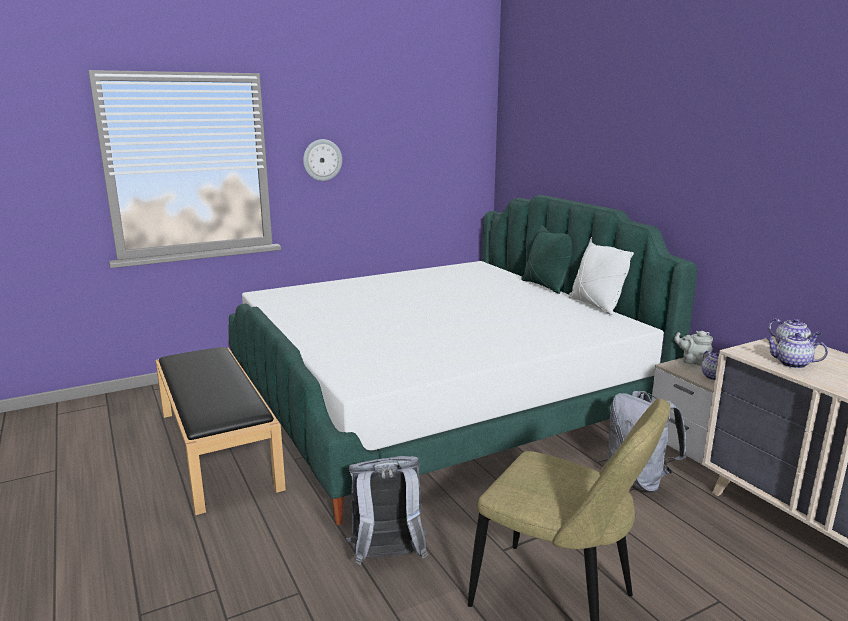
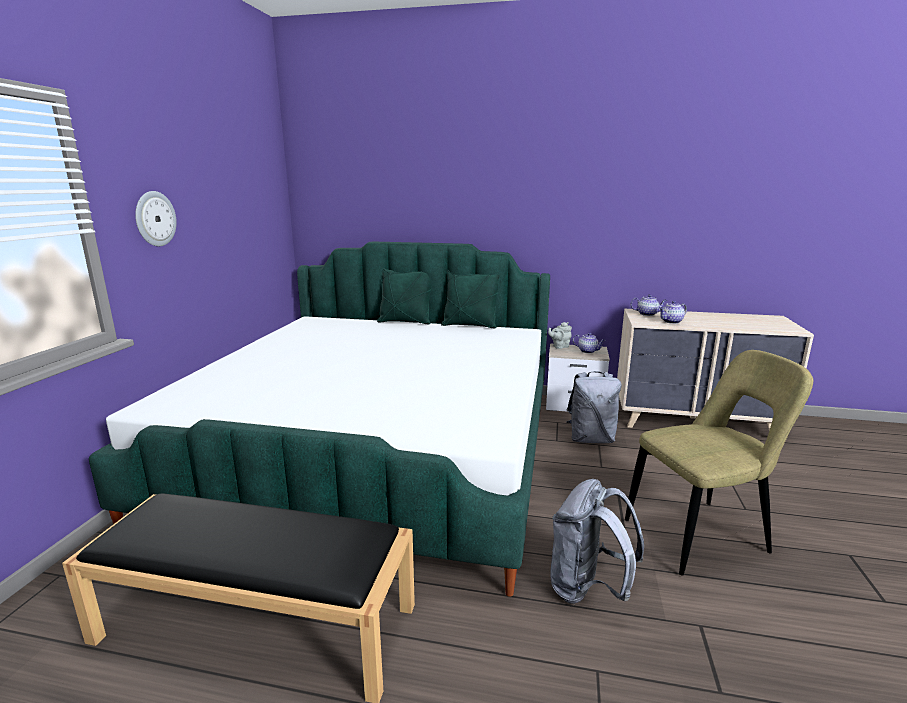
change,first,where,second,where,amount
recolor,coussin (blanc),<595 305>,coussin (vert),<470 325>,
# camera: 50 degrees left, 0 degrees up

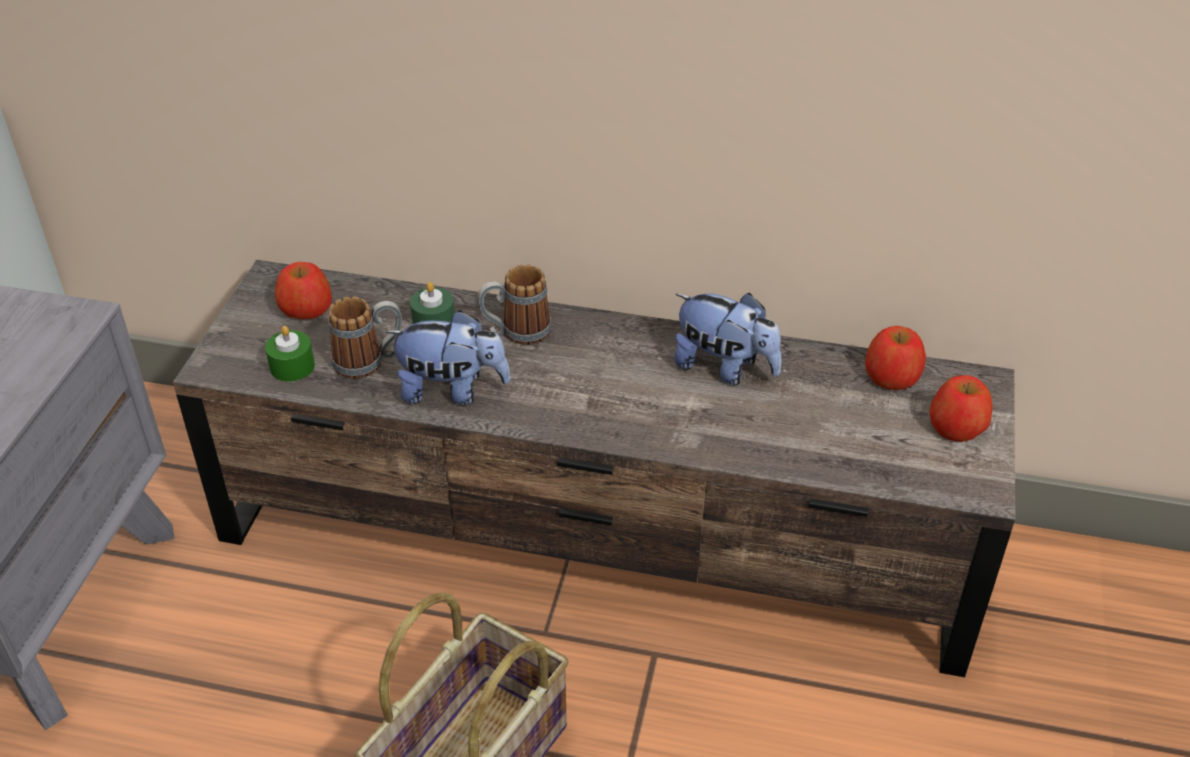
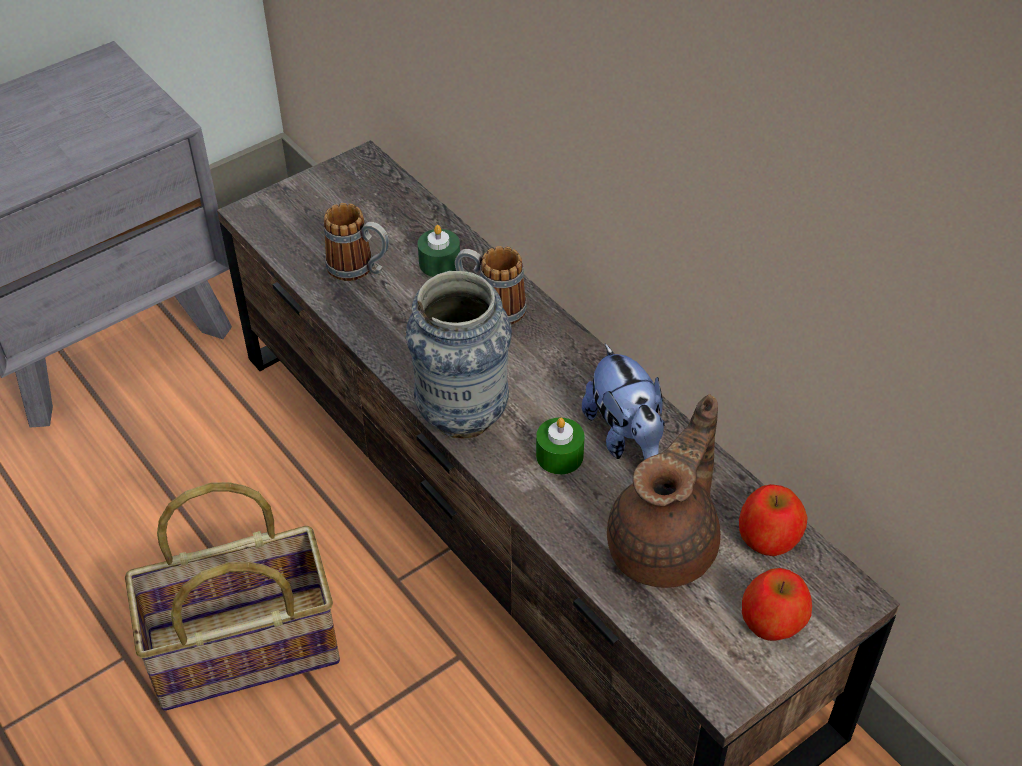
change,first,where,second,where,amount
insert,,,vase,<462 417>,
move,bougie (vert),<292 366>,,<559 456>,
insert,,,théière (marron),<666 546>,
delete,pomme,<306 309>,,,
delete,peluche,<452 390>,,,
# camera: 40 degrees right, 5 degrees up

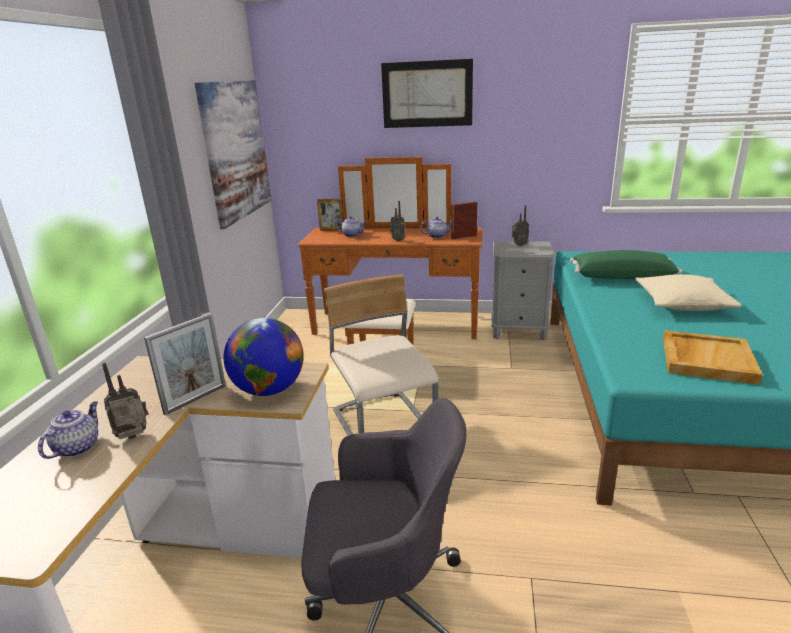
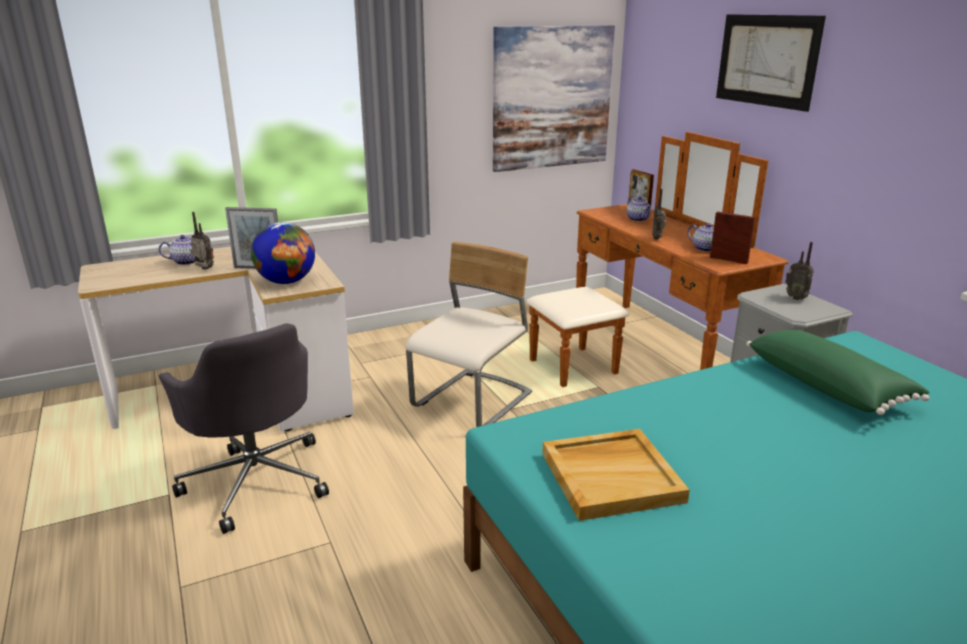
change,first,where,second,where,amount
delete,coussin (beige),<682 304>,,,
# camera: 55 degrees right, 0 degrees up

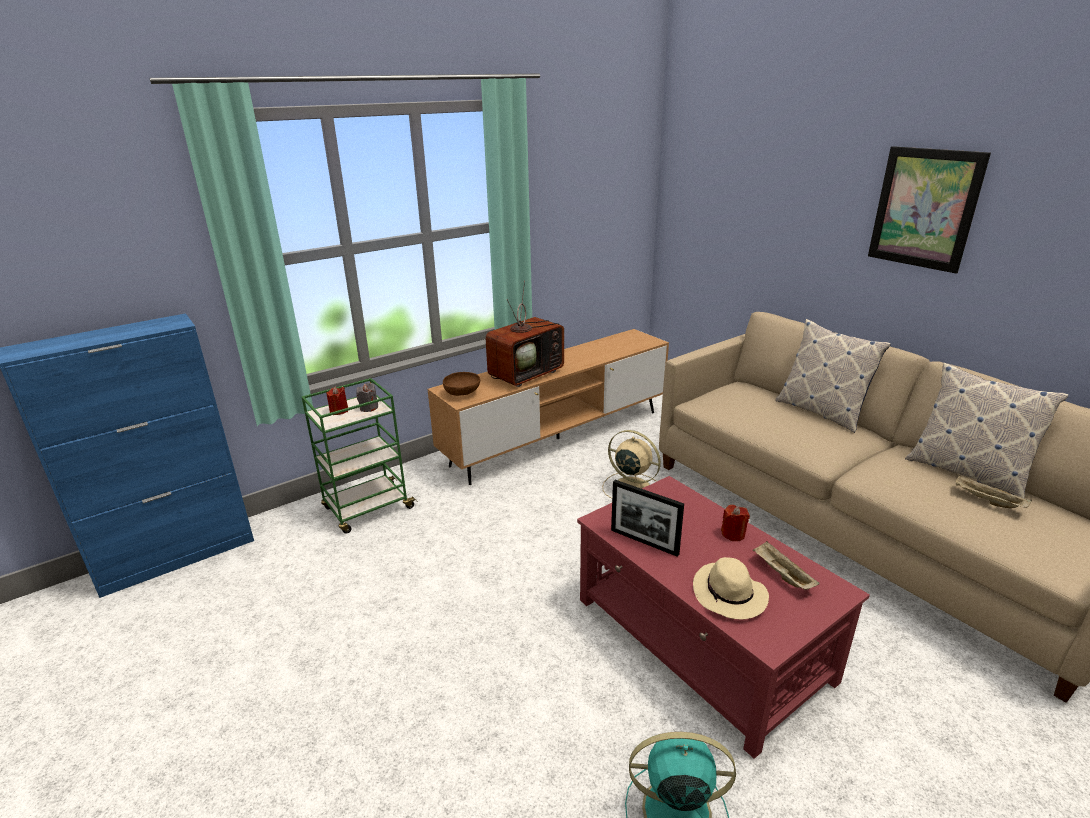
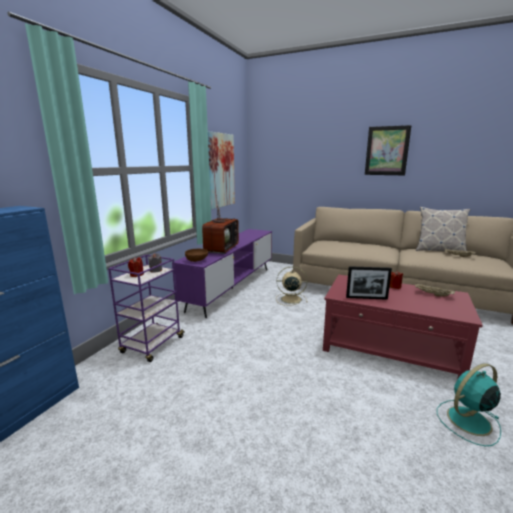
change,first,where,second,where,amount
recolor,chariot (vert),<367 509>,chariot (violet),<152 345>,
recolor,meuble télé (marron),<558 438>,meuble télé (violet),<232 288>,
insert,,,tableau,<220 170>,
delete,chapeau (beige),<729 595>,,,
delete,coussin,<821 412>,,,
# camera: 30 degrees left, 10 degrees down

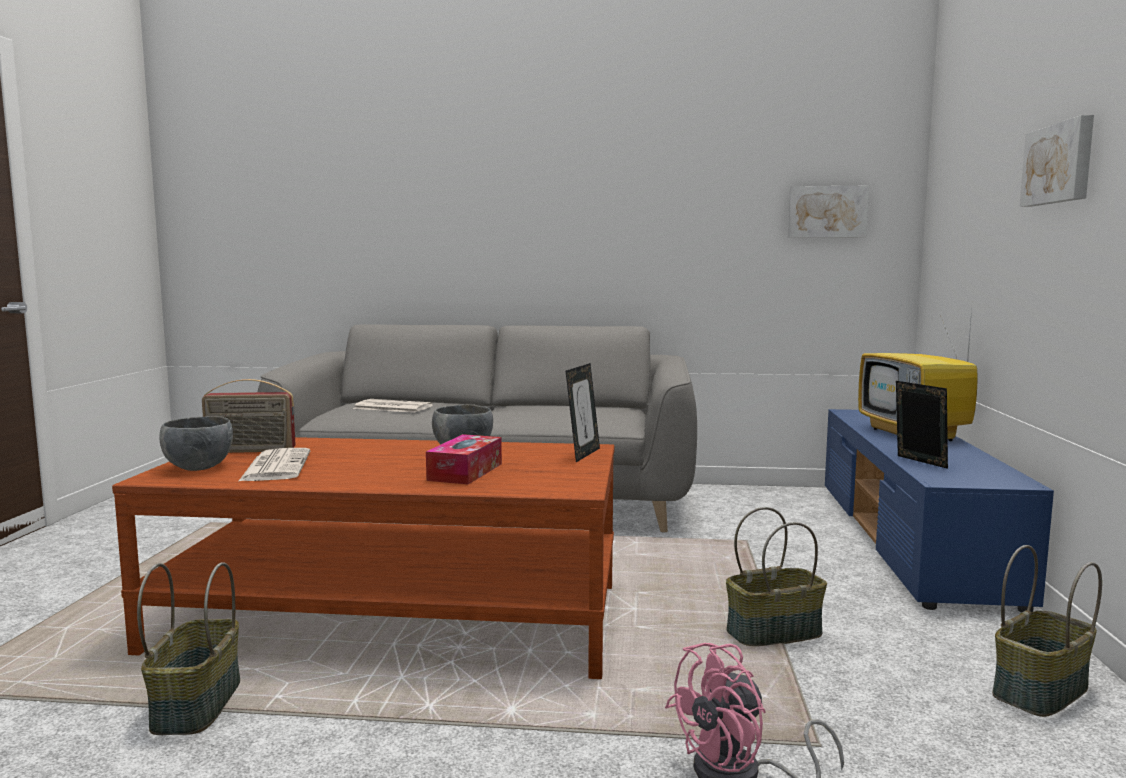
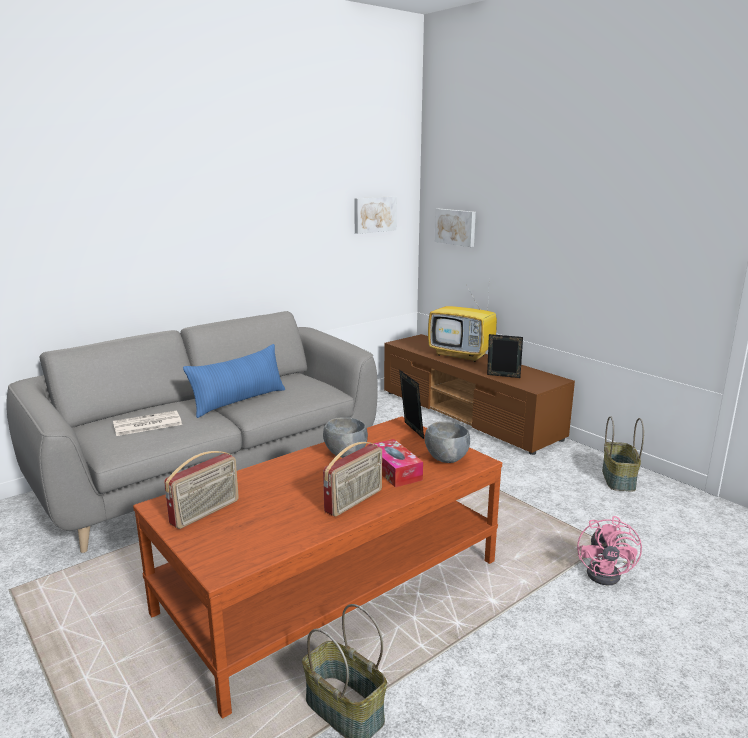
change,first,where,second,where,amount
insert,,,coussin (bleu),<239 401>,
insert,,,radio,<354 501>,
recolor,meuble télé (bleu),<911 541>,meuble télé (marron),<469 415>,
move,bol (gris),<198 467>,,<446 459>,
move,tableau,<1059 164>,,<456 227>,
delete,journal,<275 466>,,,
delete,panier,<774 632>,,,
# camera: 45 degrees left, 10 degrees up

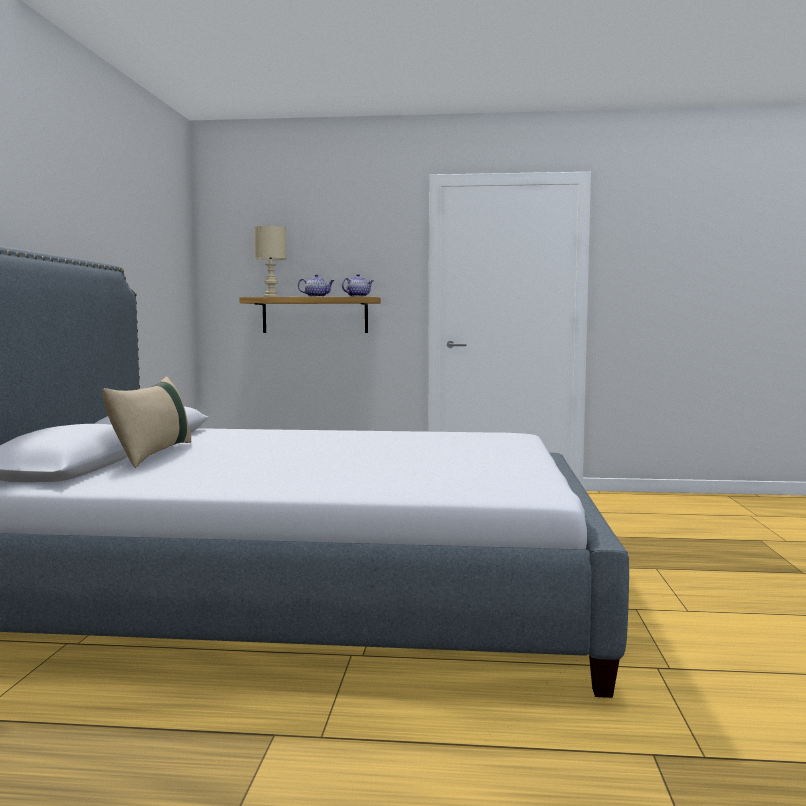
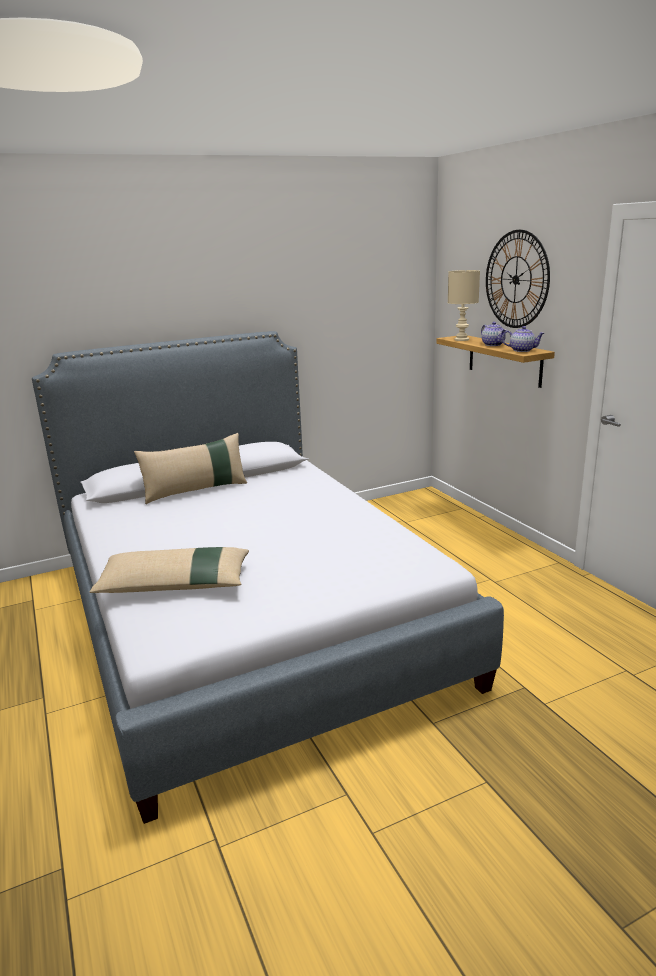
change,first,where,second,where,amount
insert,,,coussin (beige),<175 584>,
insert,,,horloge murale,<516 279>,
# camera: 60 degrees right, 15 degrees up

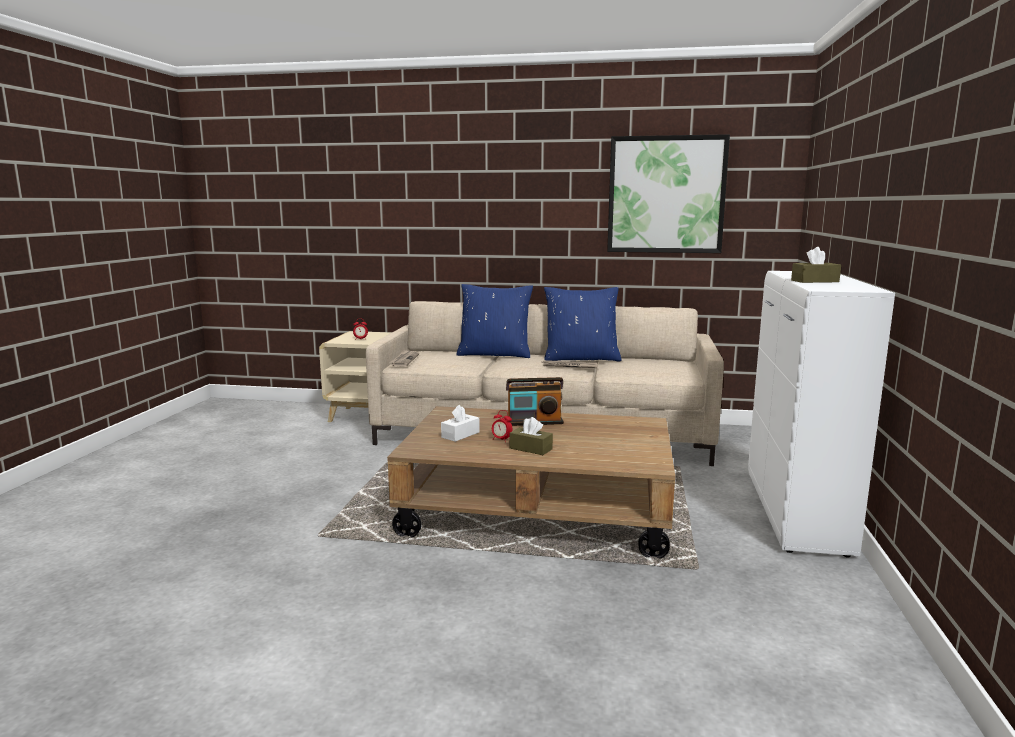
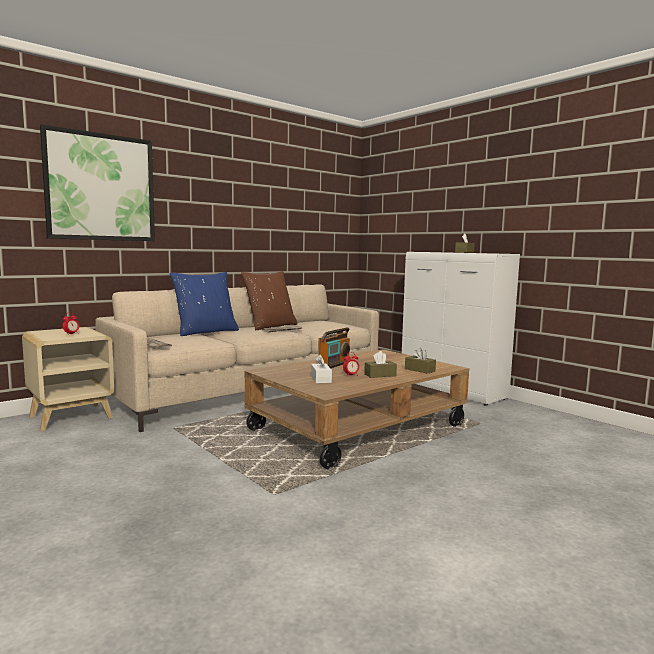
change,first,where,second,where,amount
move,tableau,<666 195>,,<100 187>,
recolor,coussin (bleu),<581 358>,coussin (marron),<270 326>,
insert,,,boîte à mouchoirs (marron),<420 370>,
# camera: 50 degrees left, 5 degrees down

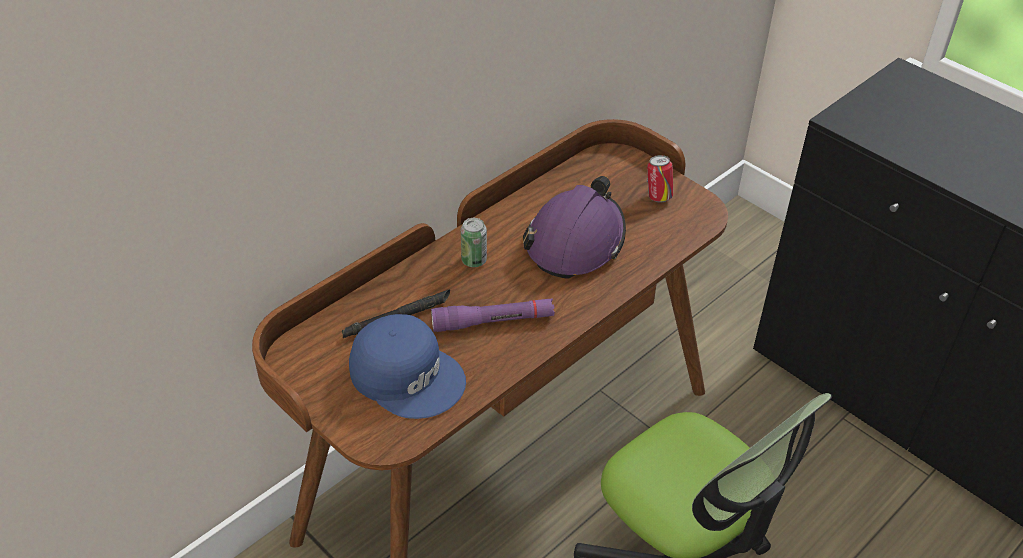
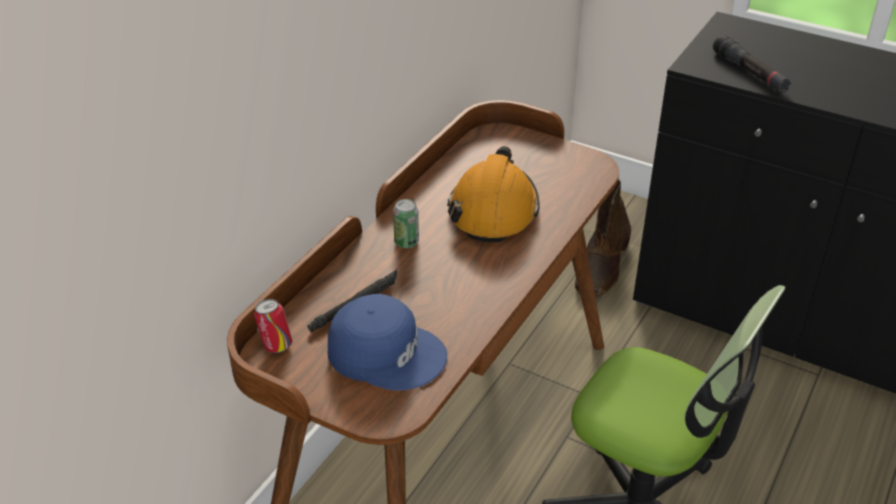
change,first,where,second,where,amount
move,boîte métallique,<658 197>,,<276 346>,
recolor,casque de chantier (violet),<575 241>,casque de chantier (orange),<493 210>,
insert,,,botte (marron),<602 266>,
insert,,,lampe de poche (noir),<749 72>,
delete,lampe de poche (violet),<493 321>,,,
# camera: 15 degrees left, 5 degrees down

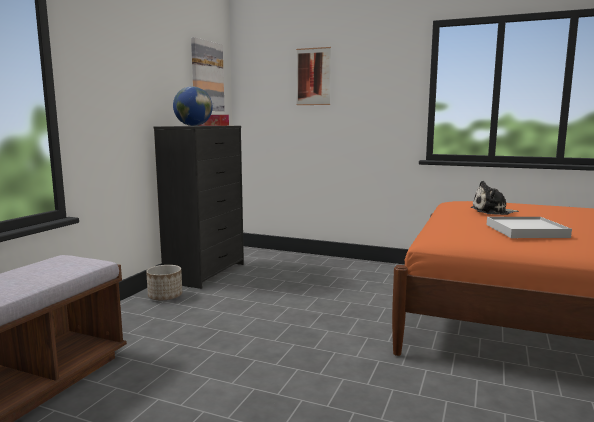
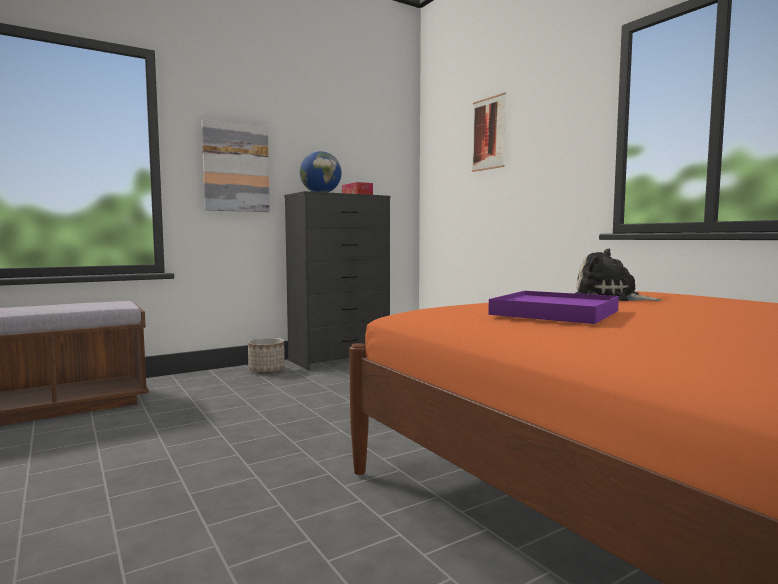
change,first,where,second,where,amount
move,tableau,<207 76>,,<236 168>,
recolor,plateau (blanc),<526 231>,plateau (violet),<554 313>,
# camera: 35 degrees right, 5 degrees down

